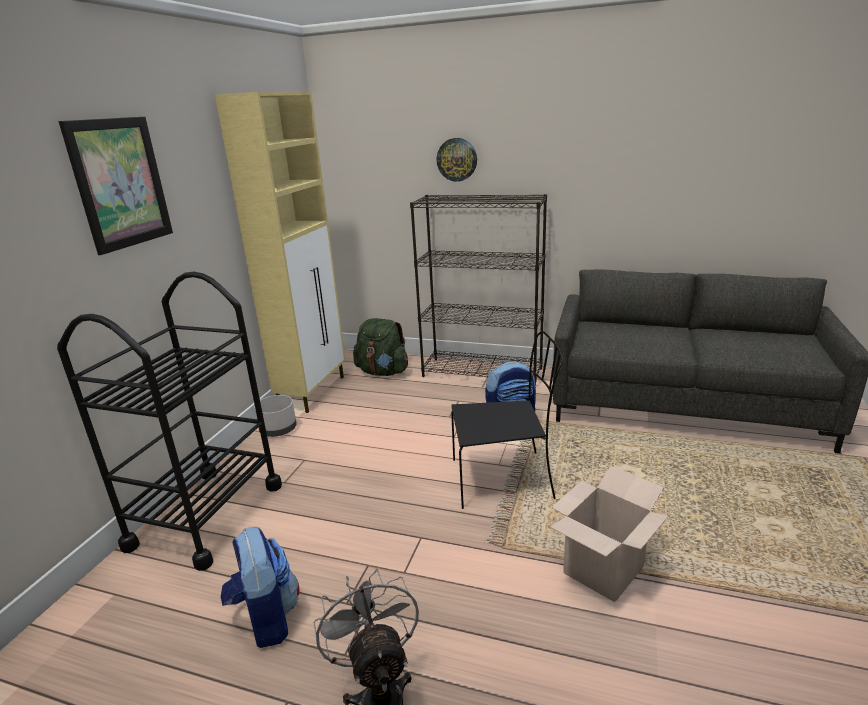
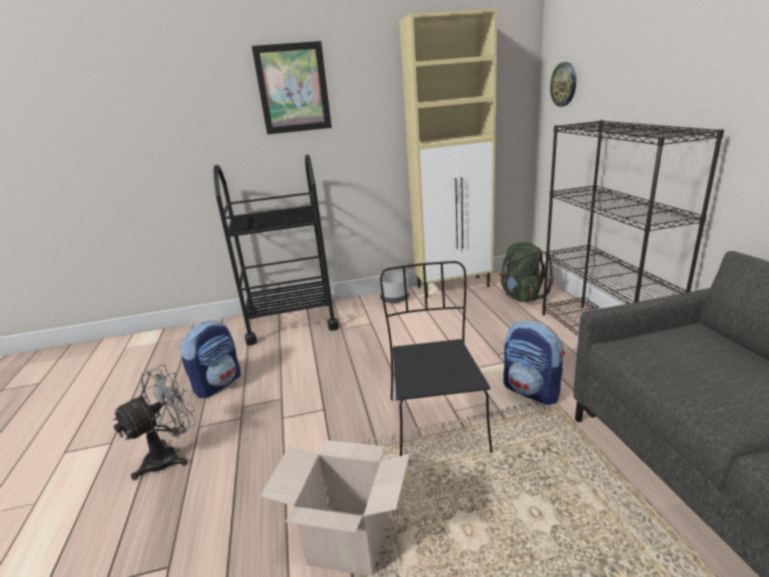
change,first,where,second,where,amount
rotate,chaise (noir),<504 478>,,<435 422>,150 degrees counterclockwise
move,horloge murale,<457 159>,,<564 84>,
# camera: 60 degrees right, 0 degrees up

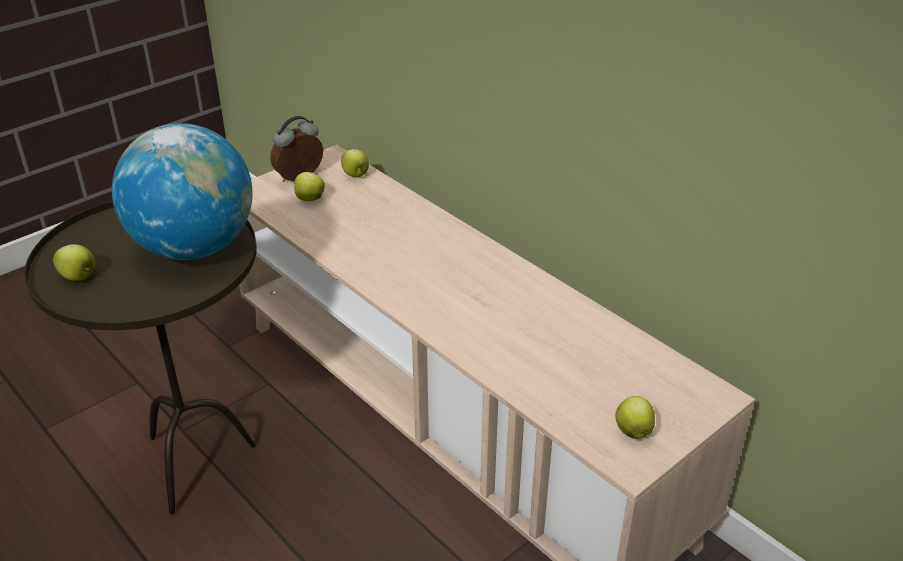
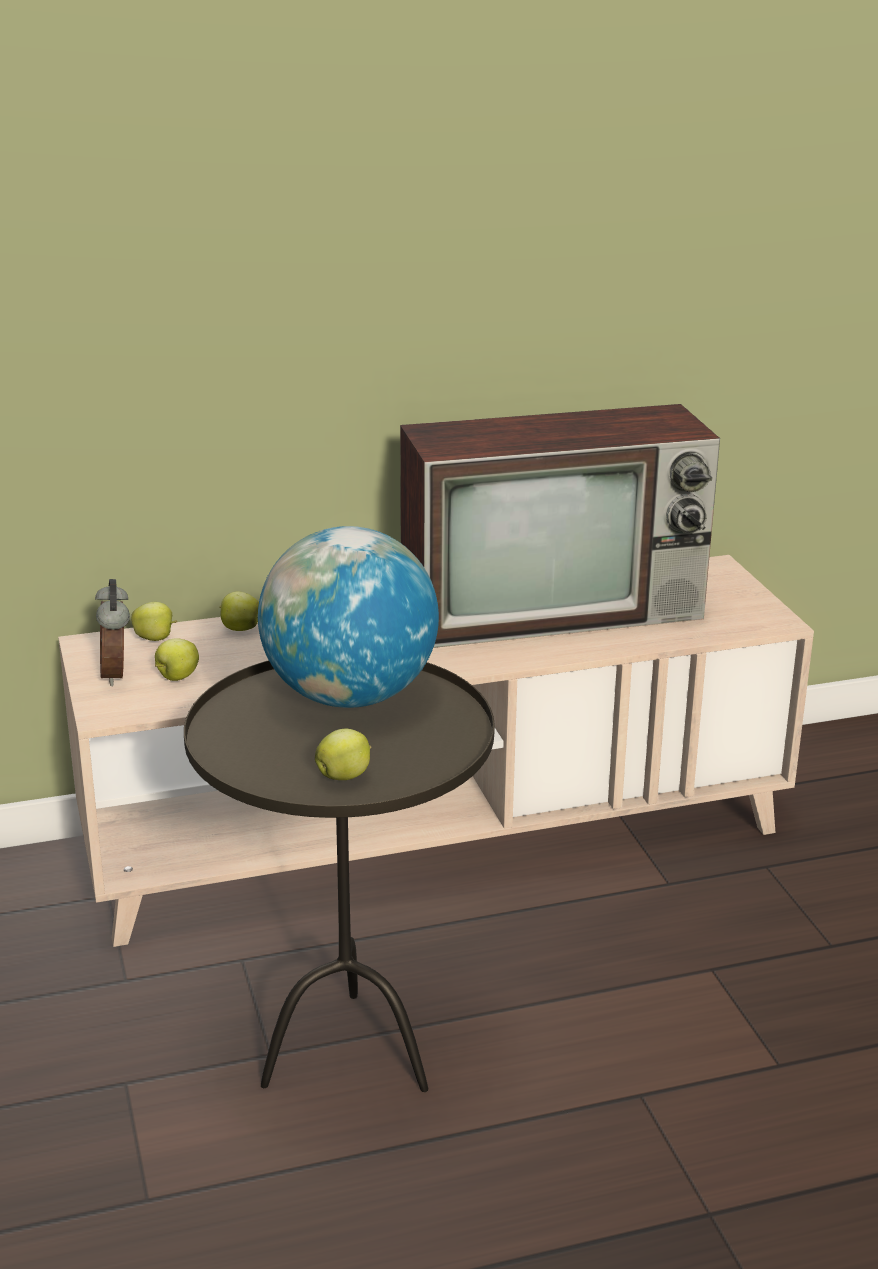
change,first,where,second,where,amount
move,pomme,<633 430>,,<240 629>,
insert,,,téléviseur,<556 609>,
# camera: 65 degrees left, 10 degrees down

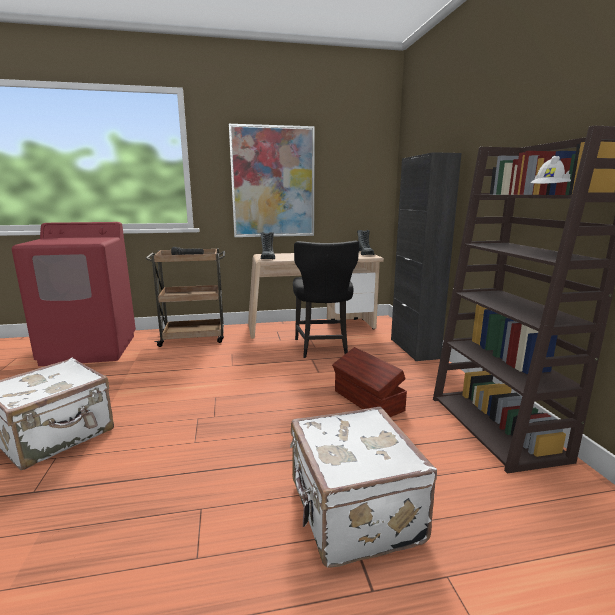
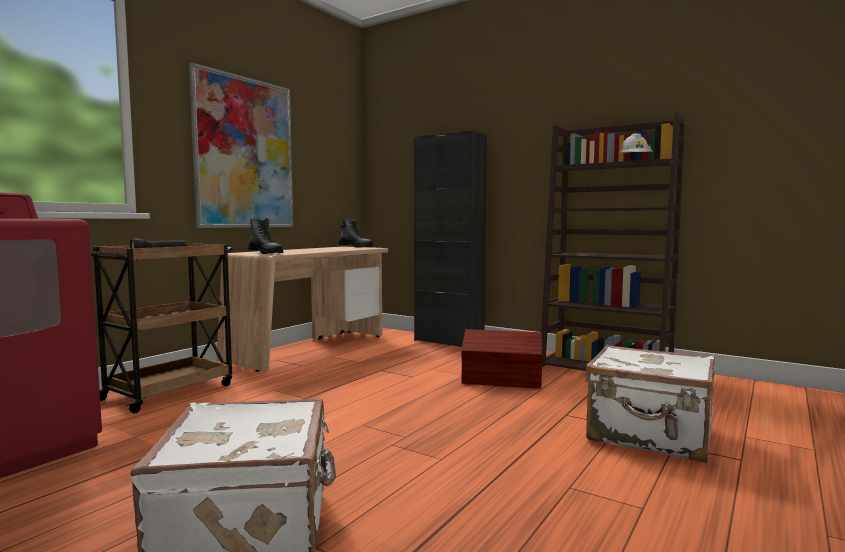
change,first,where,second,where,amount
delete,chaise (noir),<322 348>,,,
# camera: 45 degrees left, 10 degrees down

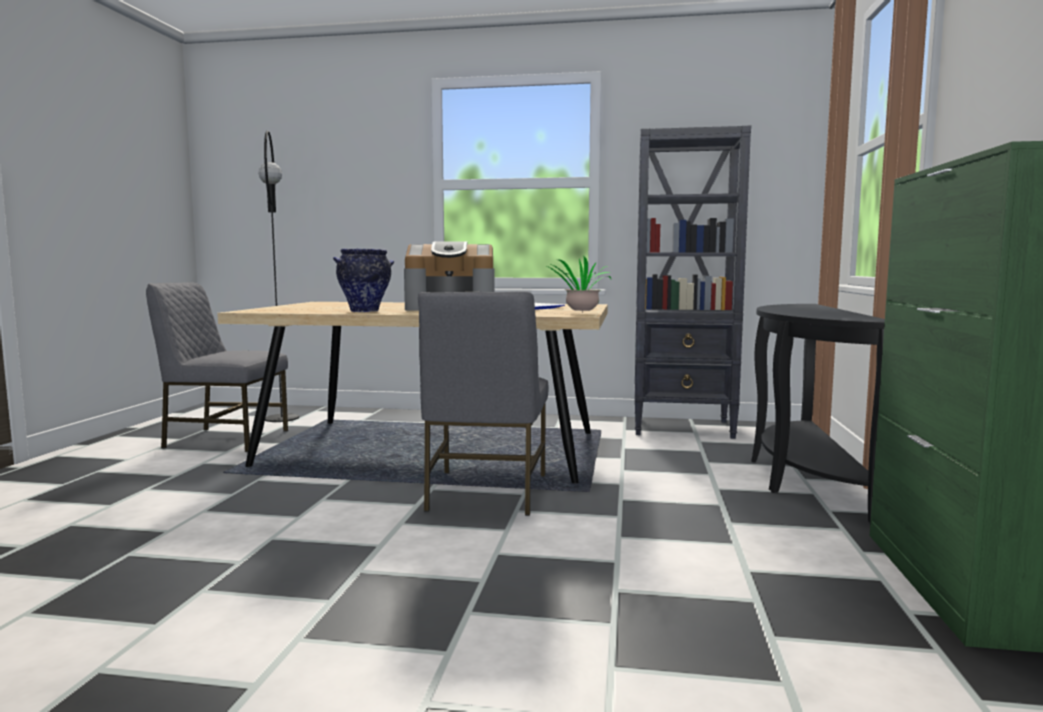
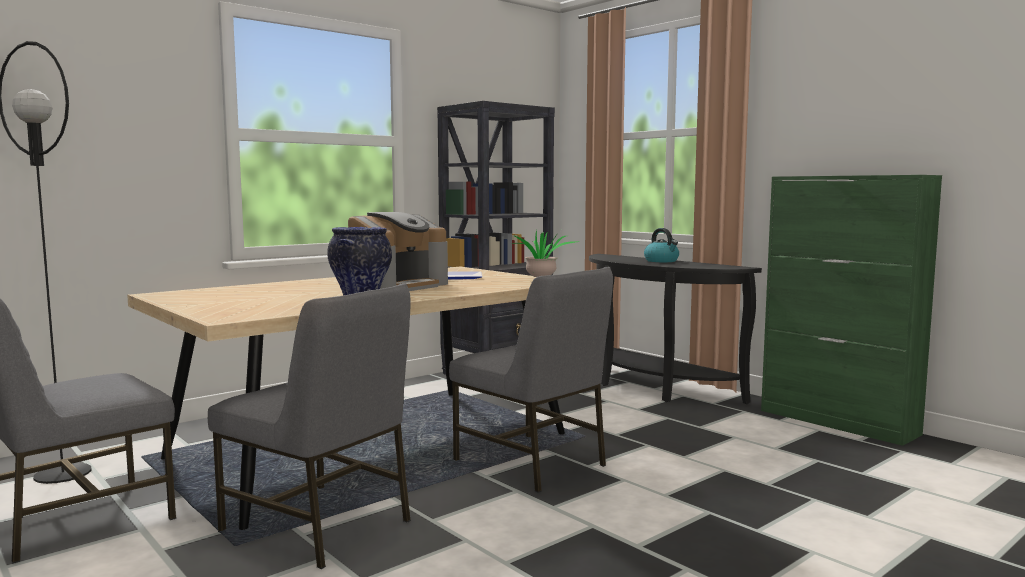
change,first,where,second,where,amount
insert,,,chaise (gris),<320 526>,
insert,,,bouilloire,<662 261>,
# camera: 50 degrees left, 0 degrees up

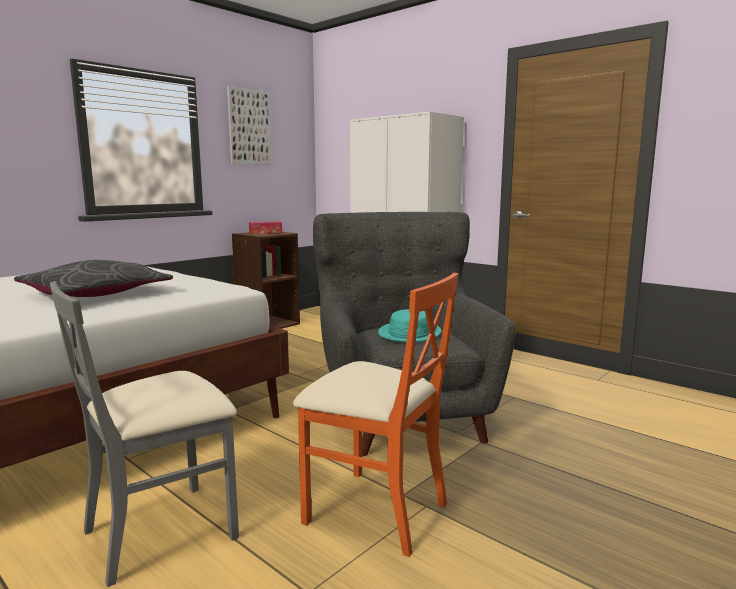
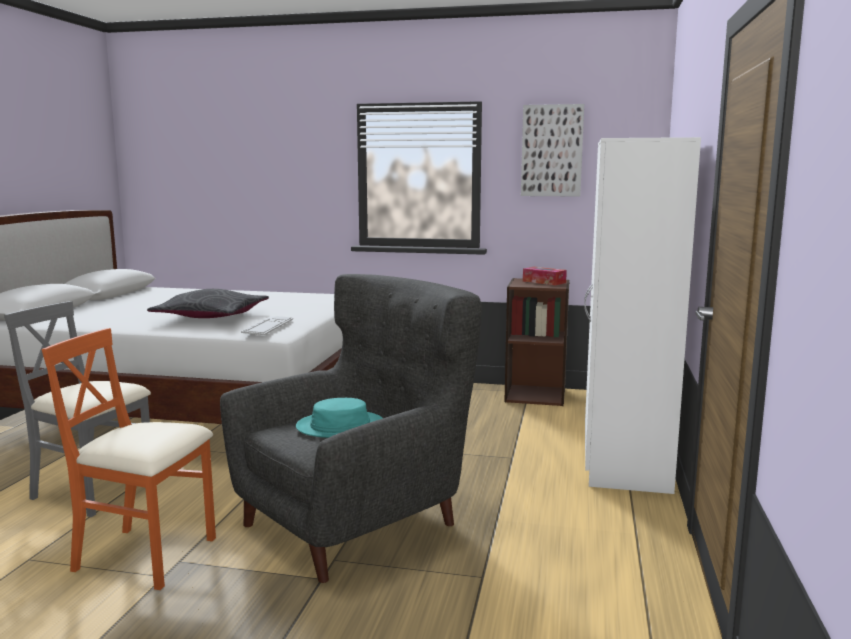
change,first,where,second,where,amount
rotate,chaise (orange),<375 510>,,<146 556>,105 degrees clockwise
insert,,,clavier,<268 326>,
# camera: 60 degrees right, 0 degrees up

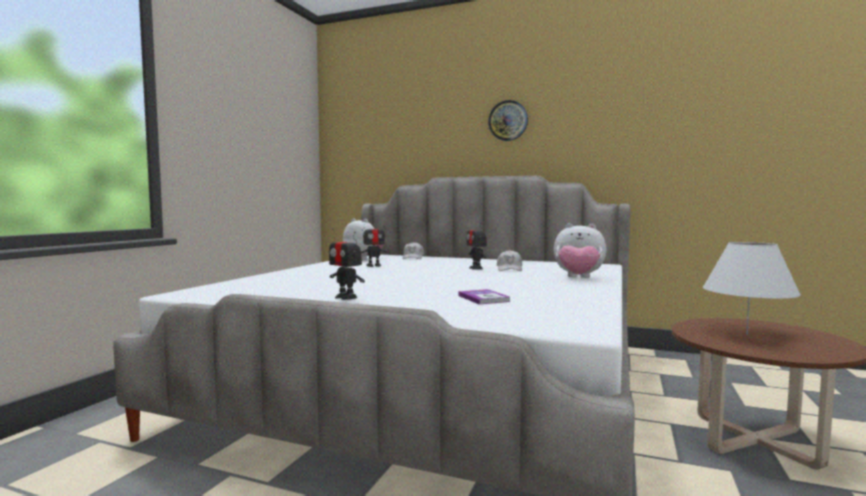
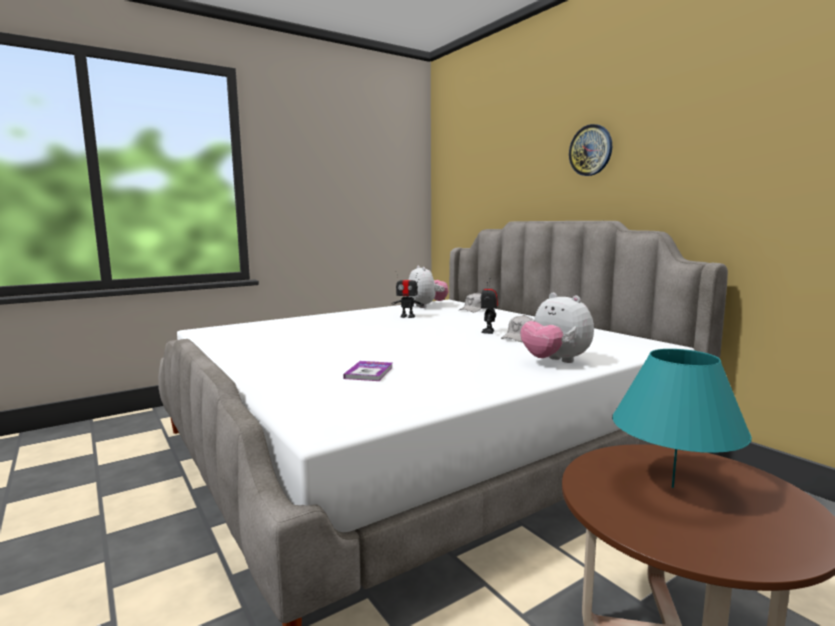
change,first,where,second,where,amount
recolor,lampe de table (blanc),<746 334>,lampe de table (turquoise),<672 487>,
delete,robot jouet,<346 297>,,,
# camera: 35 degrees right, 5 degrees up

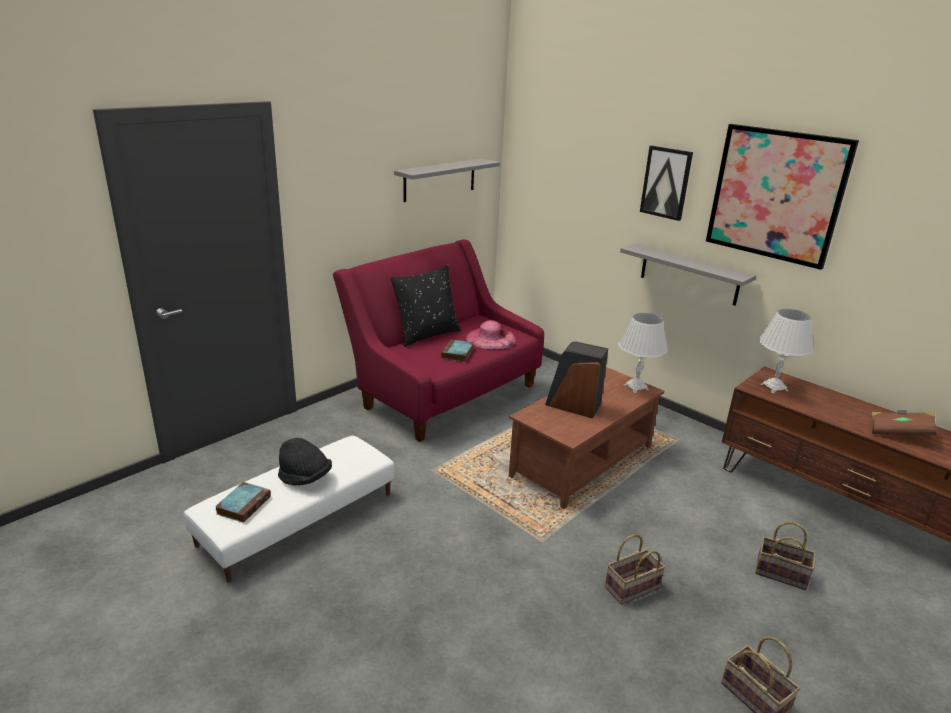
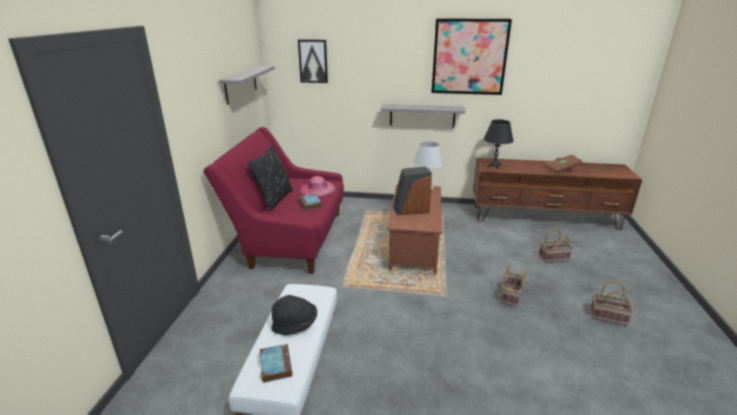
change,first,where,second,where,amount
move,tableau,<666 182>,,<313 61>,
recolor,lampe de table (blanc),<774 388>,lampe de table (noir),<494 166>,
# camera: 35 degrees left, 0 degrees up

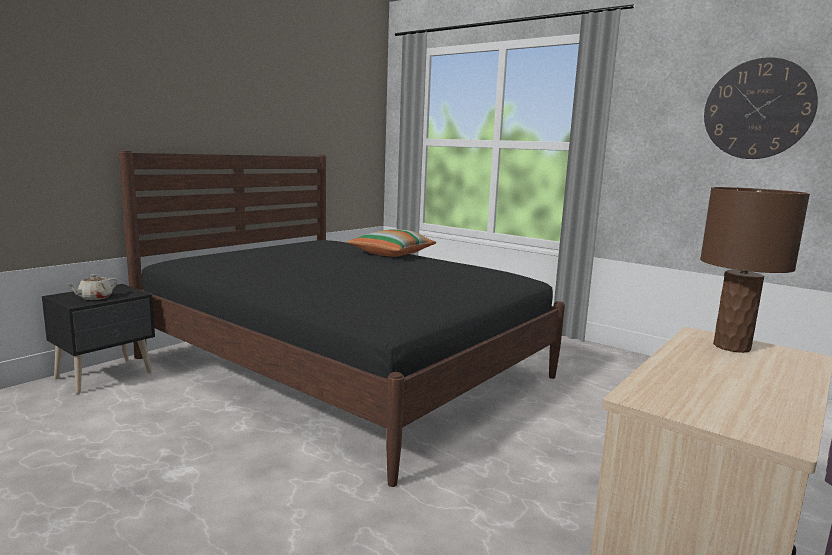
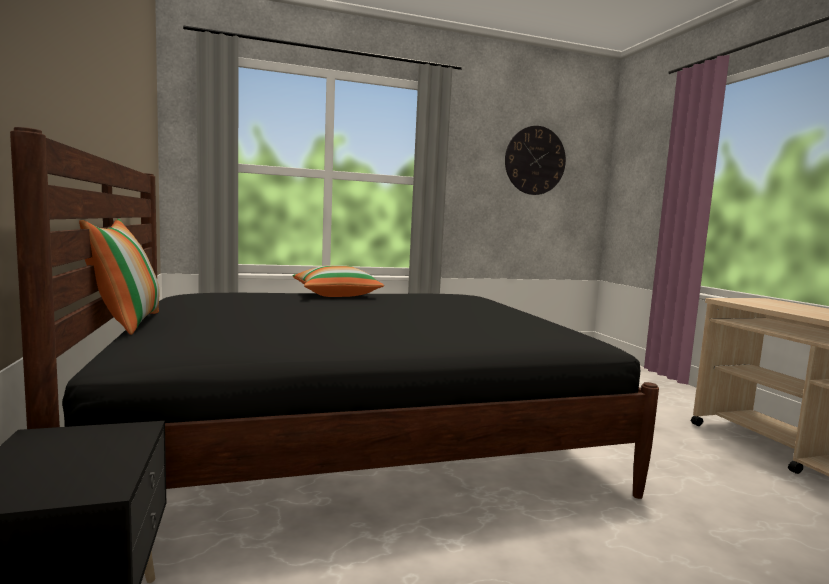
change,first,where,second,where,amount
insert,,,coussin,<126 322>,
delete,théière (beige),<94 298>,,,
delete,lampe de table (marron),<731 346>,,,
# camera: 55 degrees left, 5 degrees down

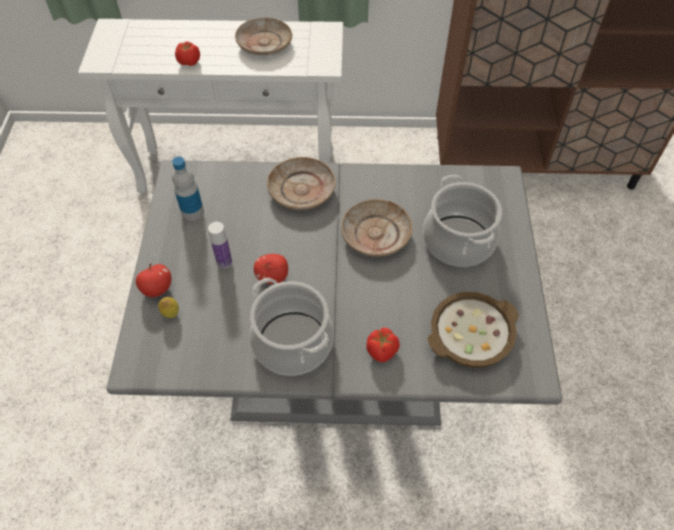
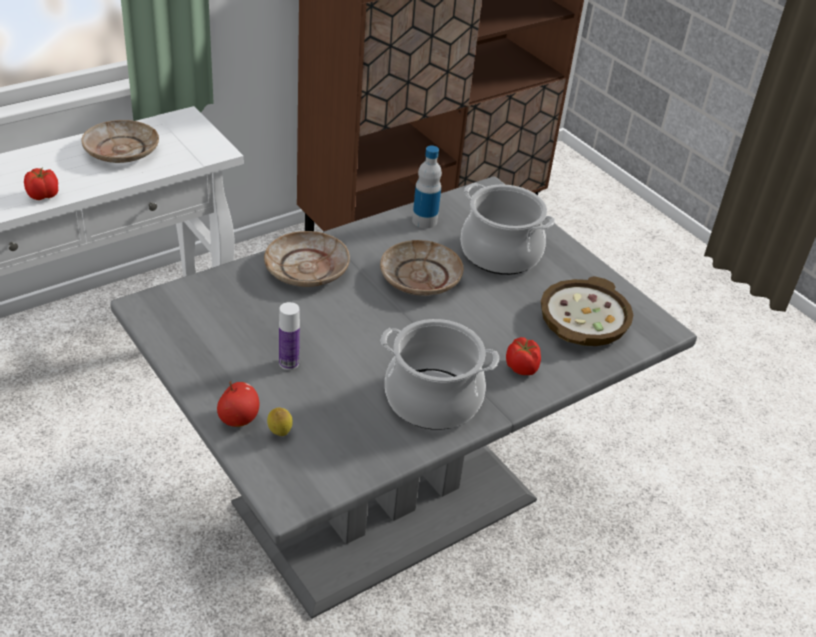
change,first,where,second,where,amount
move,bouteille,<192 212>,,<424 221>,
delete,pomme,<272 277>,,,
# camera: 40 degrees left, 15 degrees down

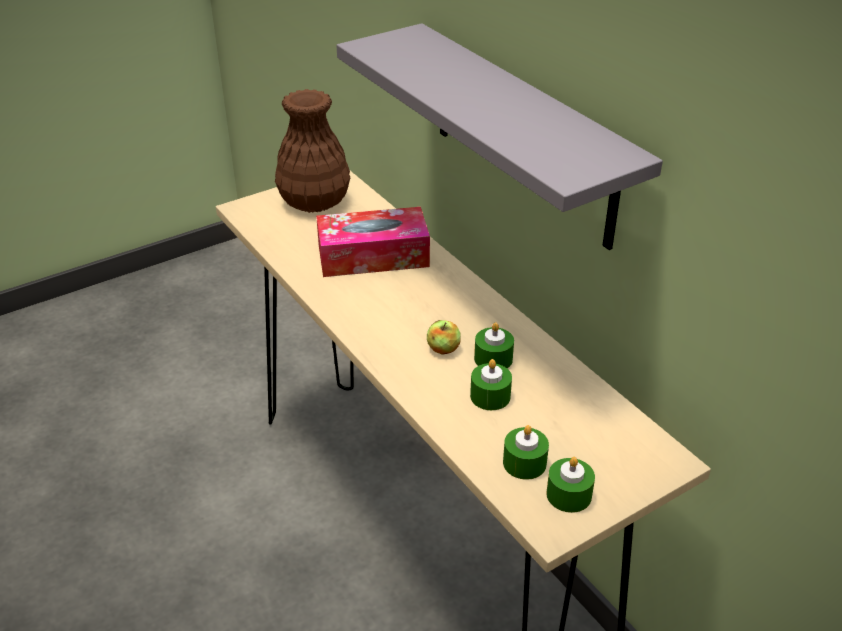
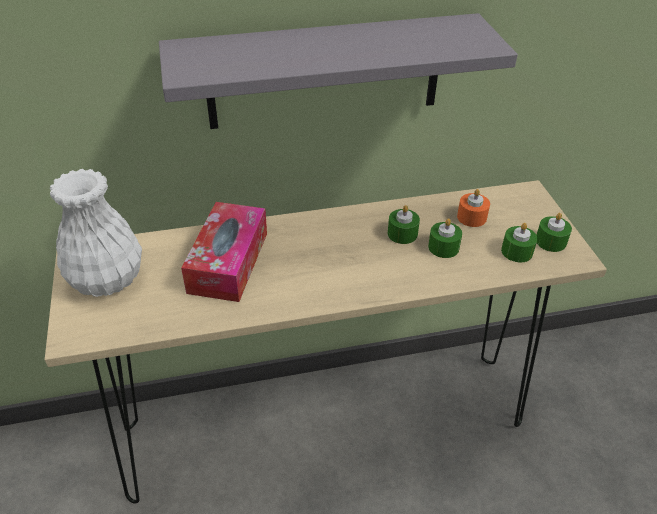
change,first,where,second,where,amount
recolor,vase (marron),<314 201>,vase (blanc),<106 279>,
insert,,,bougie (orange),<471 217>,
delete,pomme,<443 349>,,,
# camera: 70 degrees left, 5 degrees up

